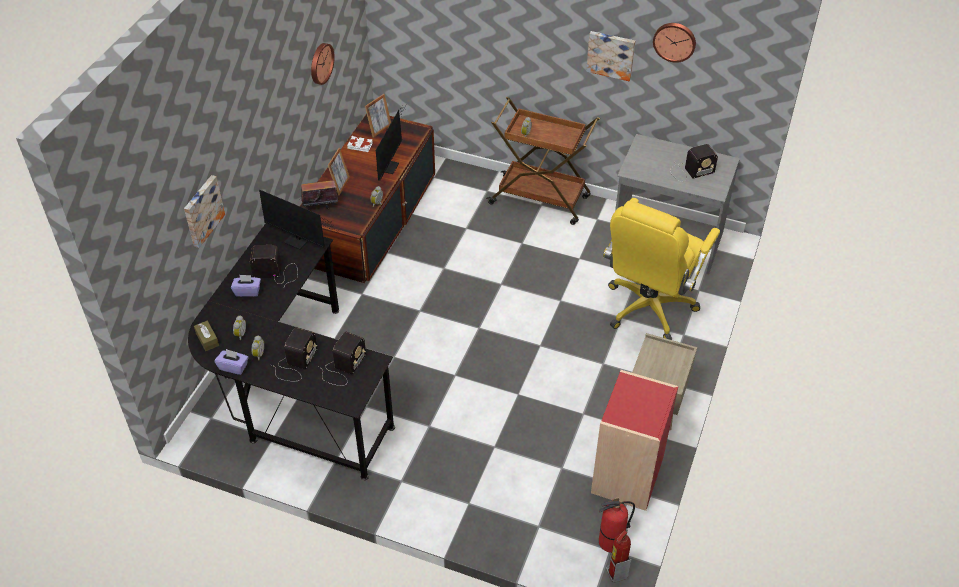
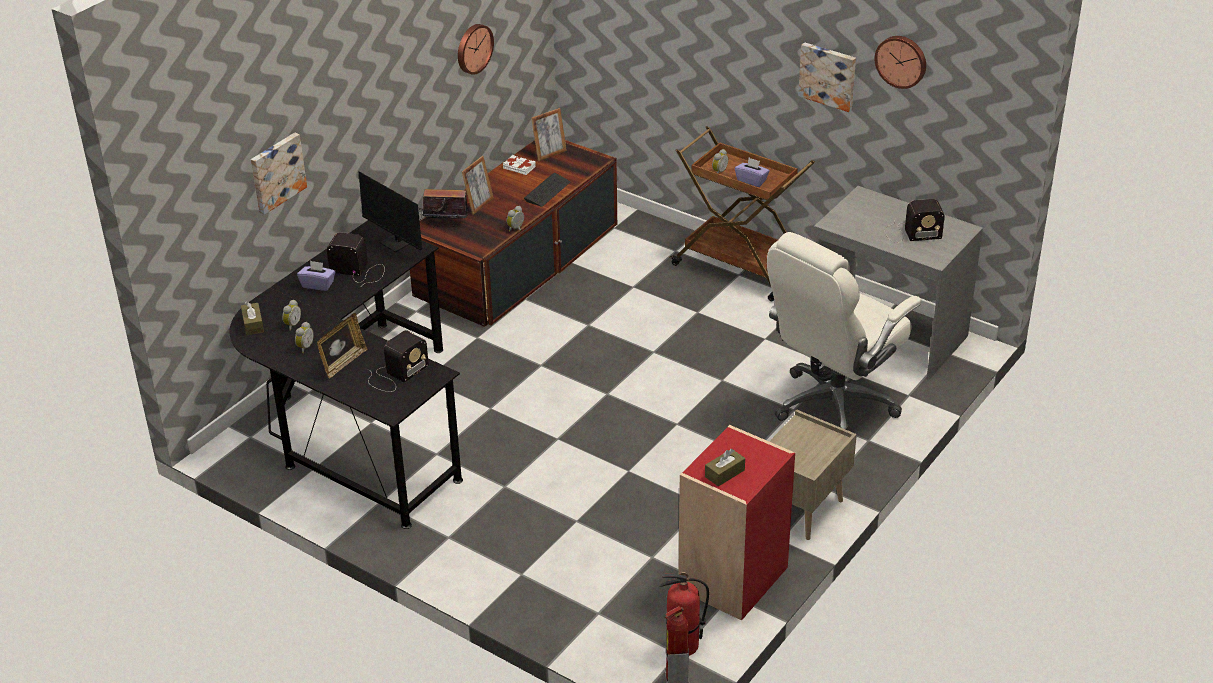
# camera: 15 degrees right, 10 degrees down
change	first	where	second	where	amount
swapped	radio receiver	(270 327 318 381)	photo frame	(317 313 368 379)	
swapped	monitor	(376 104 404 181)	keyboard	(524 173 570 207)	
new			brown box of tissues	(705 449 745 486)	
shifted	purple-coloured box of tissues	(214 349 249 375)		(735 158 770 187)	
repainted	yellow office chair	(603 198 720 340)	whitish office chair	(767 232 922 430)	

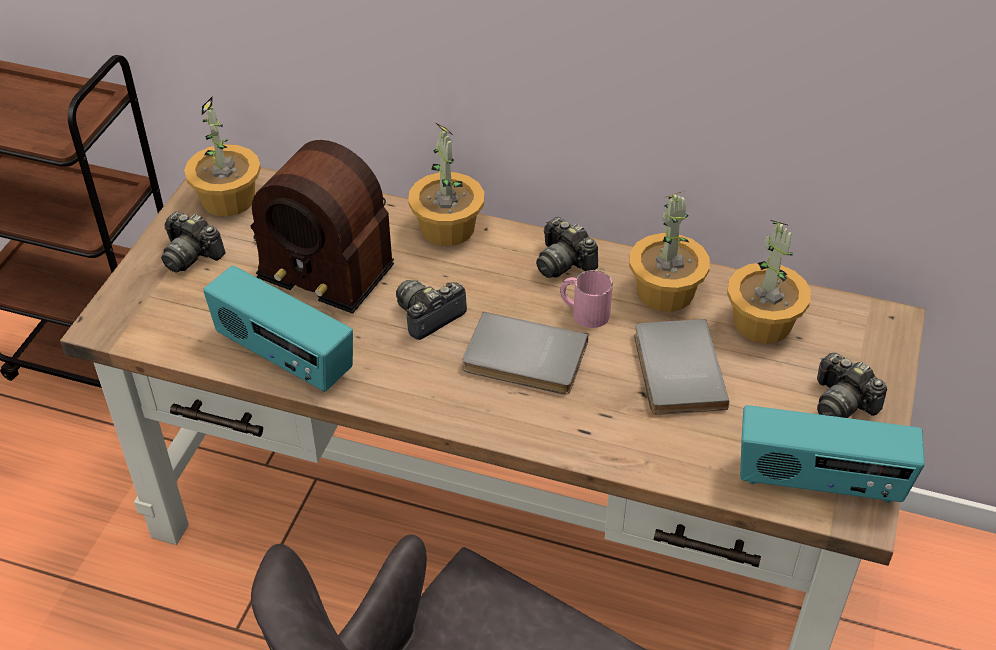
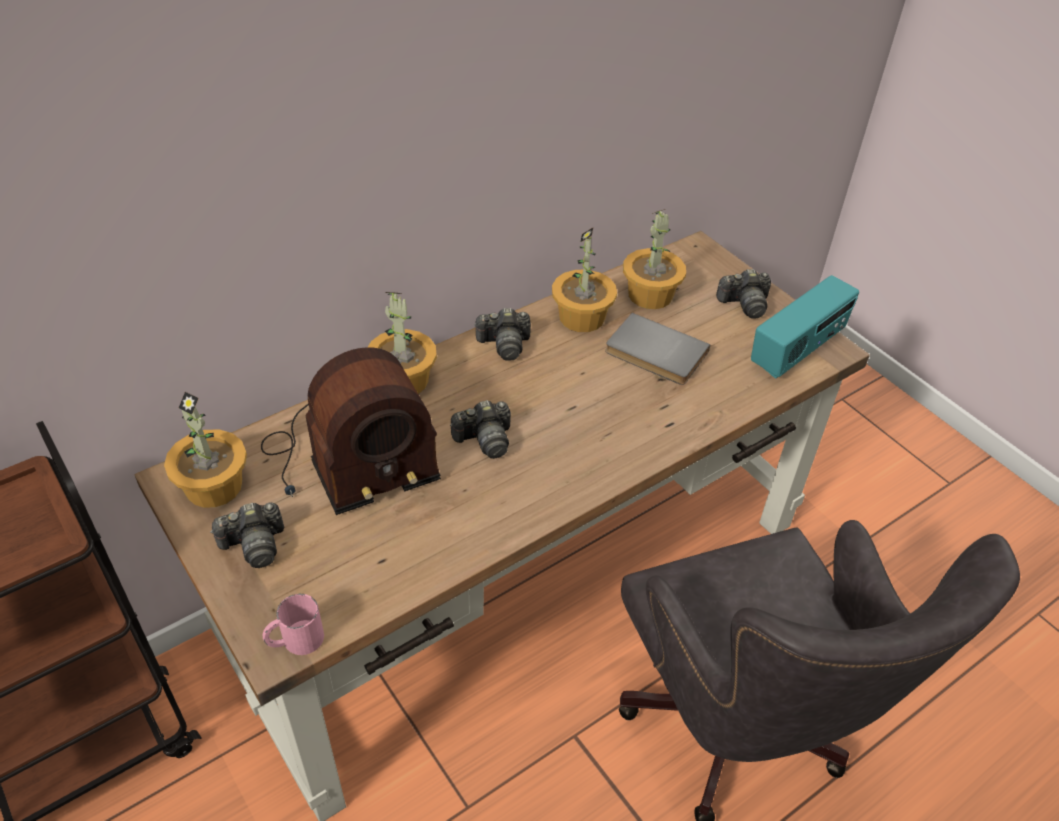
# camera: 55 degrees left, 0 degrees up
change	first	where	second	where	amount
shifted	pinkish mug	(560 270 613 328)		(263 594 324 655)	
rotated	still camera	(396 280 467 340)		(450 400 511 459)	105 degrees counterclockwise
gone	radio receiver	(203 266 353 392)			
gone	grey volume	(463 312 588 394)			

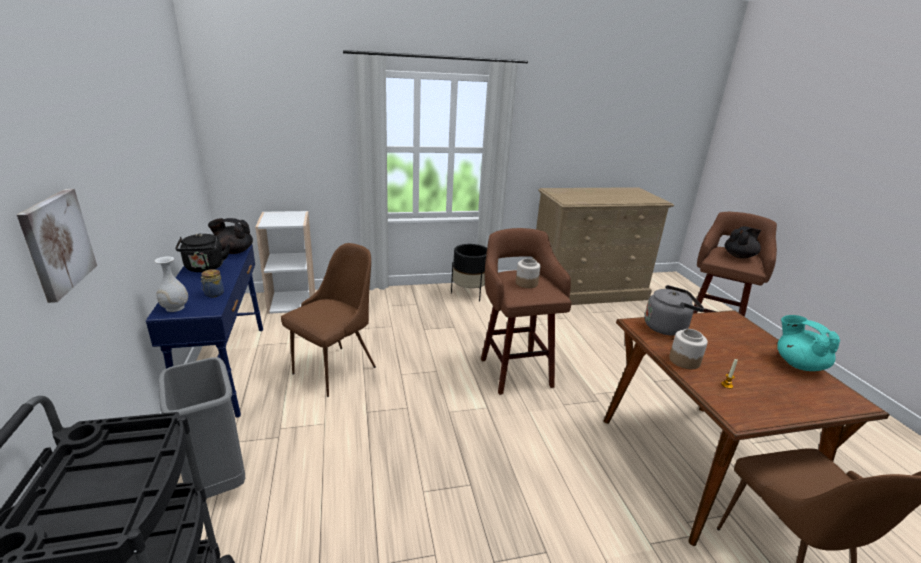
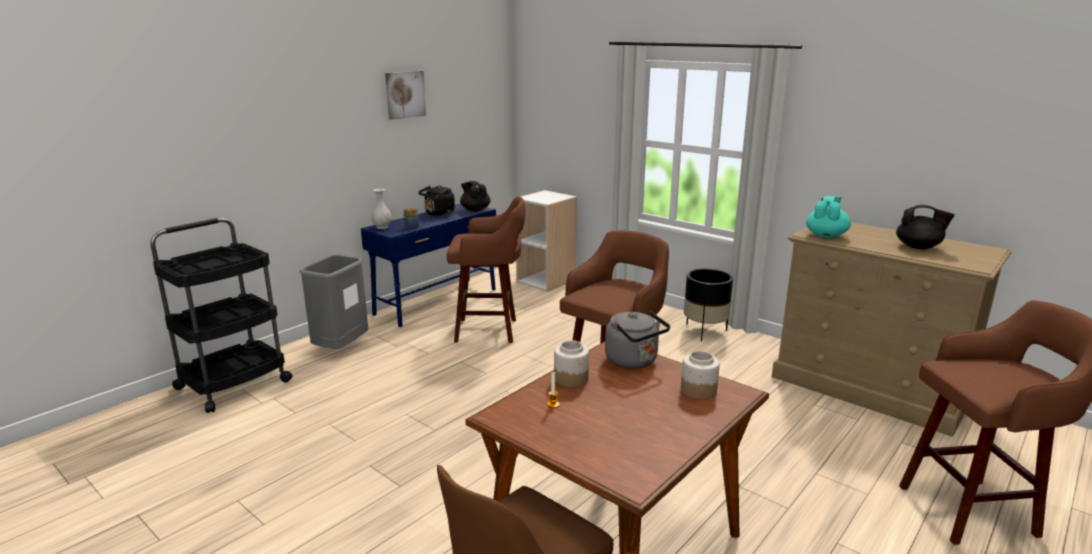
# camera: 55 degrees right, 5 degrees down
change	first	where	second	where	amount
shifted	wall picture	(17 189 97 303)		(385 71 426 120)	
swapped	brown chair	(281 243 376 397)	brown sitting stool	(447 197 526 343)	
shifted	jar	(516 258 540 288)		(681 351 720 399)	
shifted	blue-green teapot	(777 315 840 371)		(806 196 851 238)	
shifted	black teapot	(725 226 761 258)		(896 205 955 249)	

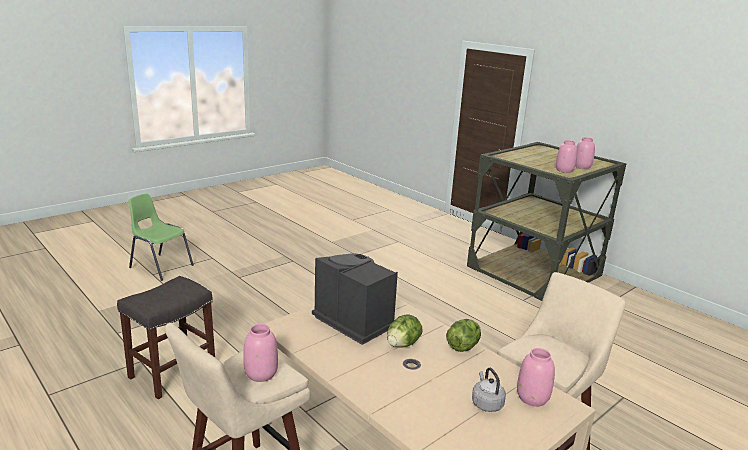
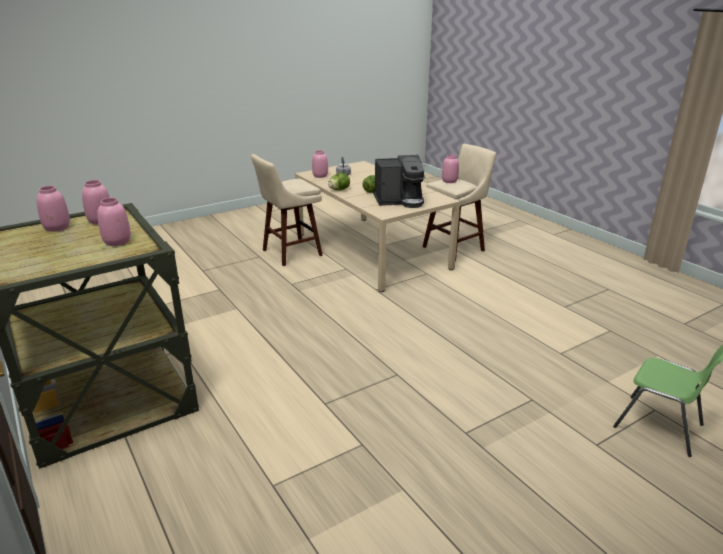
# camera: 170 degrees left, 5 degrees up
change	first	where	second	where	amount
new			pinkish vase	(97 198 131 246)	
rotated	coffee machine	(312 253 398 345)		(373 155 425 208)	60 degrees counterclockwise
gone	grey sitting stool	(117 276 215 400)			

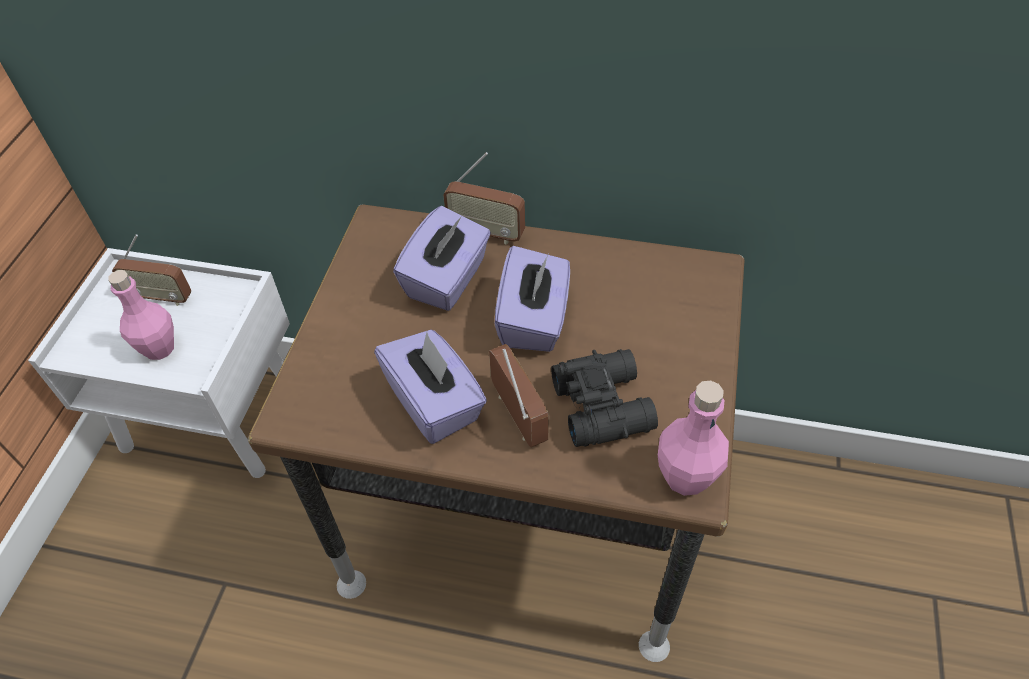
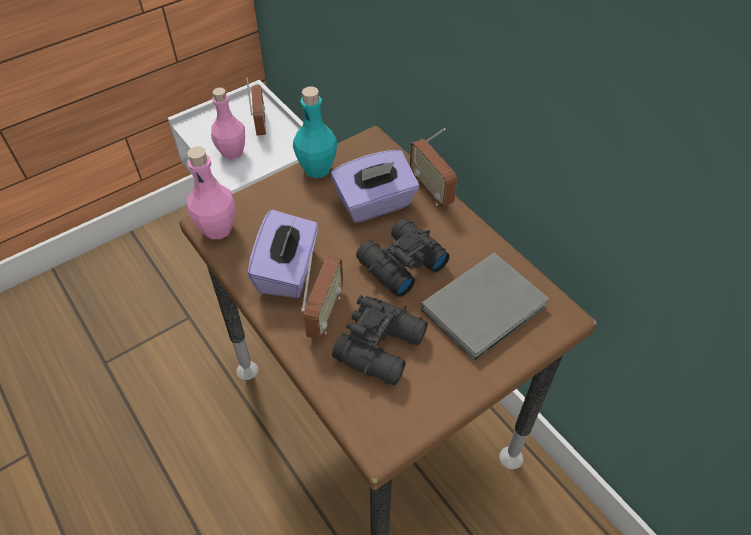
# camera: 40 degrees right, 0 degrees up
change	first	where	second	where	amount
shifted	pinkish drink bottle	(658 381 729 496)		(187 146 235 239)	
rotated	radio receiver	(112 234 191 306)		(246 77 267 136)	150 degrees counterclockwise
new			blue-green drink bottle	(293 86 338 178)	
swapped	purple-coloured box of tissues	(495 246 570 352)	black binoculars	(356 218 450 297)	
new			grey volume	(421 253 549 361)	

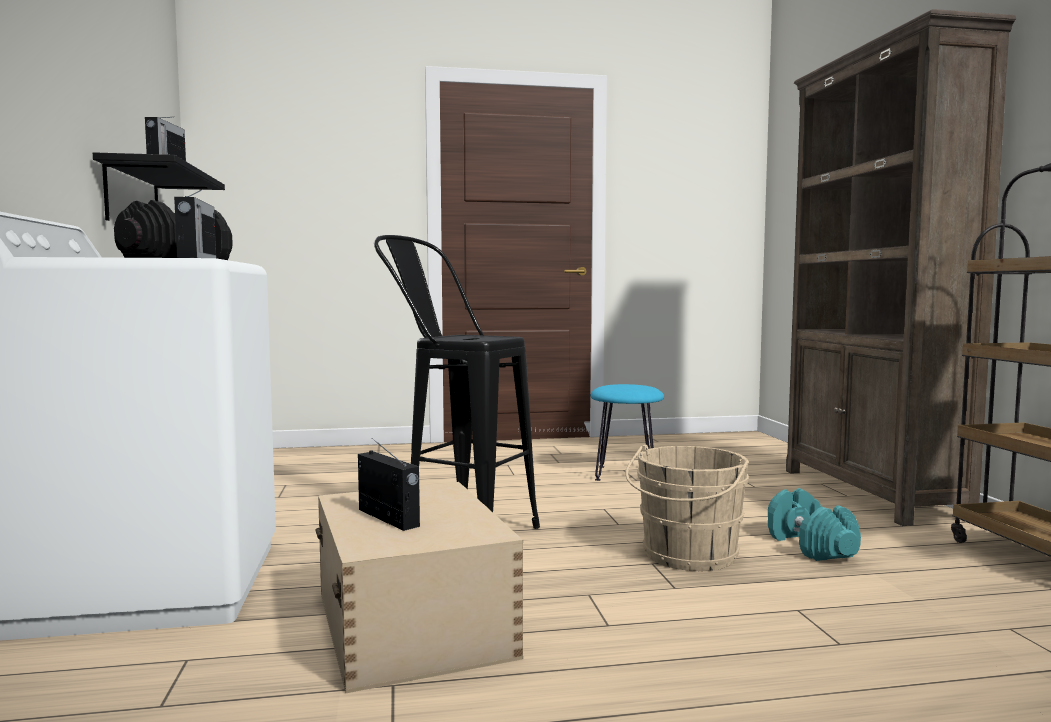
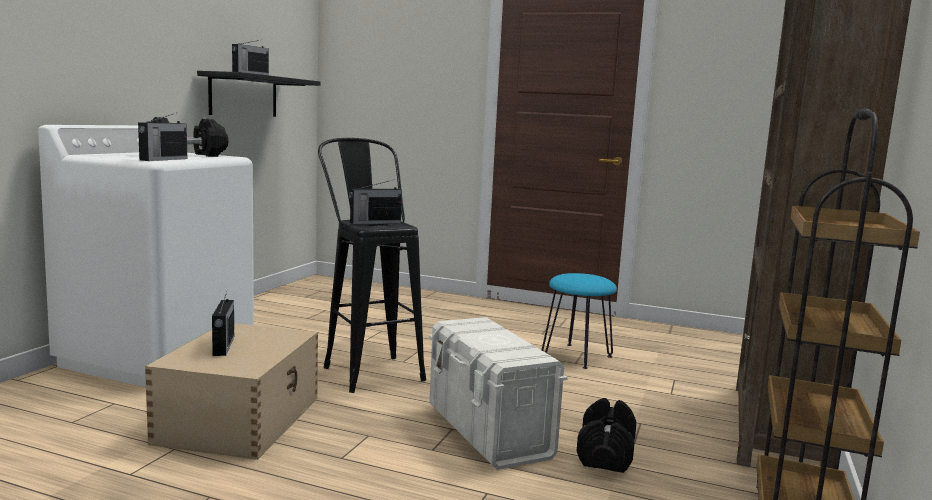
# camera: 30 degrees right, 5 degrees up
change	first	where	second	where	amount
new			radio receiver	(349 181 402 224)	
swapped	sand-coloured pail	(625 445 749 571)	whitish storage bin	(429 317 568 470)	
repainted	blue-green hand weight	(768 488 861 561)	black hand weight	(577 398 637 473)	

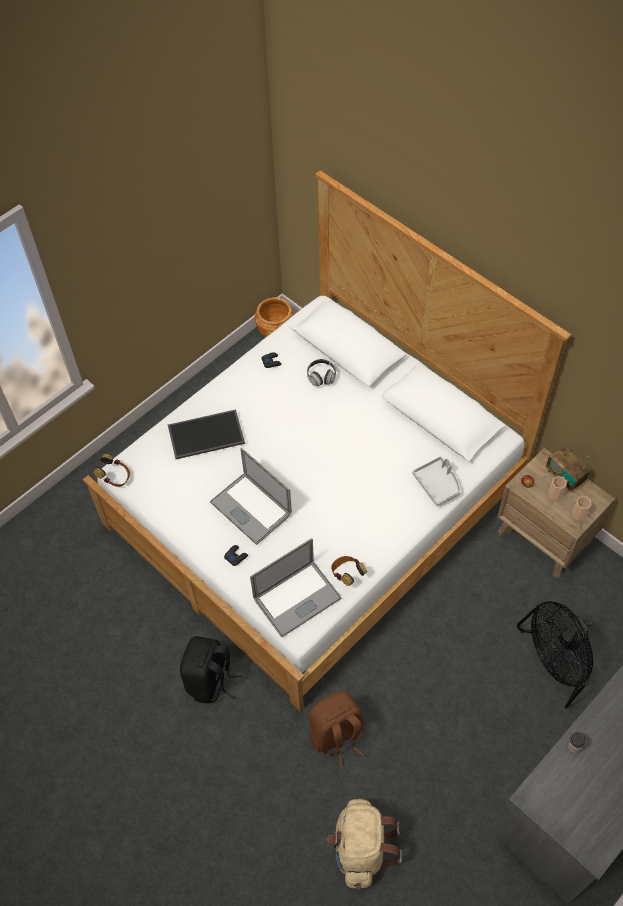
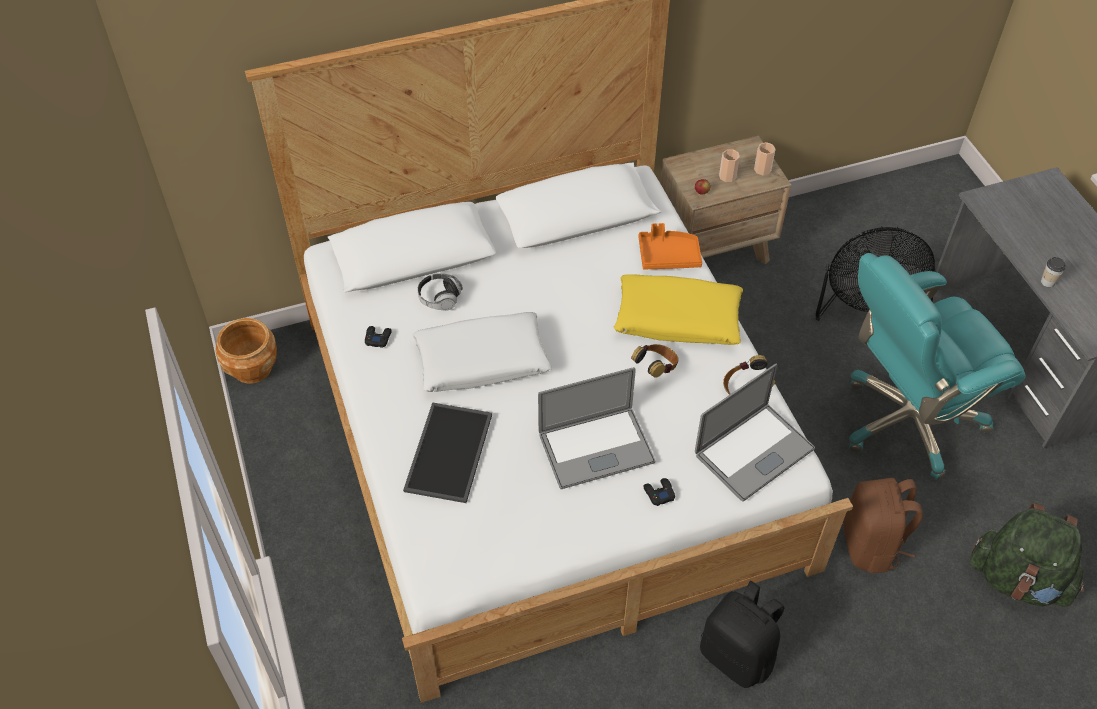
# camera: 65 degrees left, 5 degrees down
change	first	where	second	where	amount
new			whitish cushion	(413 312 552 392)	
new			yellow cushion	(614 274 743 345)	
shifted	headphones	(93 454 130 487)		(631 344 679 378)	
repainted	grey serving tray	(412 456 461 506)	orange serving tray	(639 223 702 269)	
rotated	laptop	(250 538 341 637)		(695 364 815 502)	60 degrees clockwise
new			blue-green office chair	(849 253 1025 480)	
repainted	sand-coloured backpack	(327 799 402 890)	green backpack	(970 502 1084 607)	
gone	radio receiver	(546 446 590 491)			

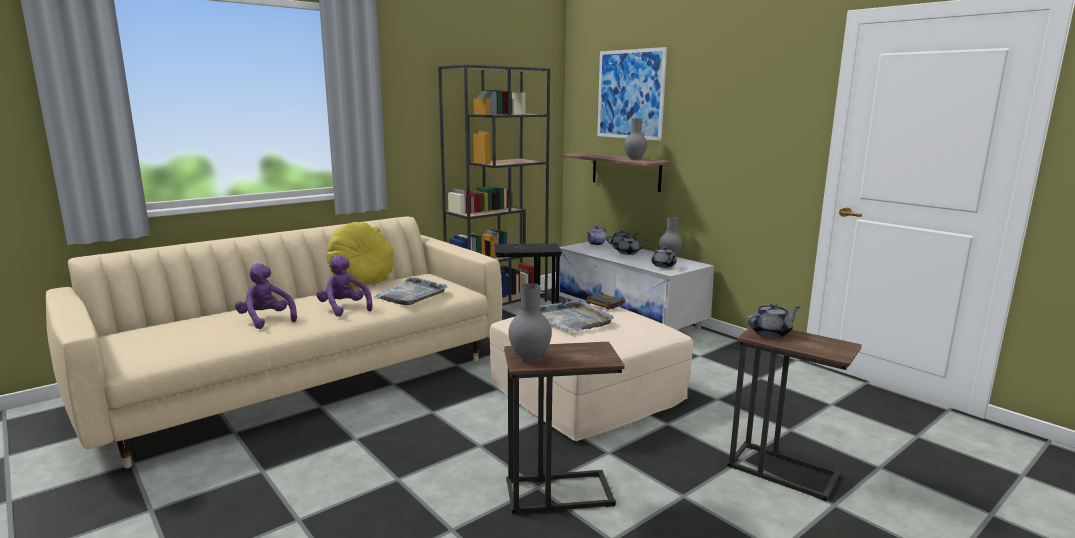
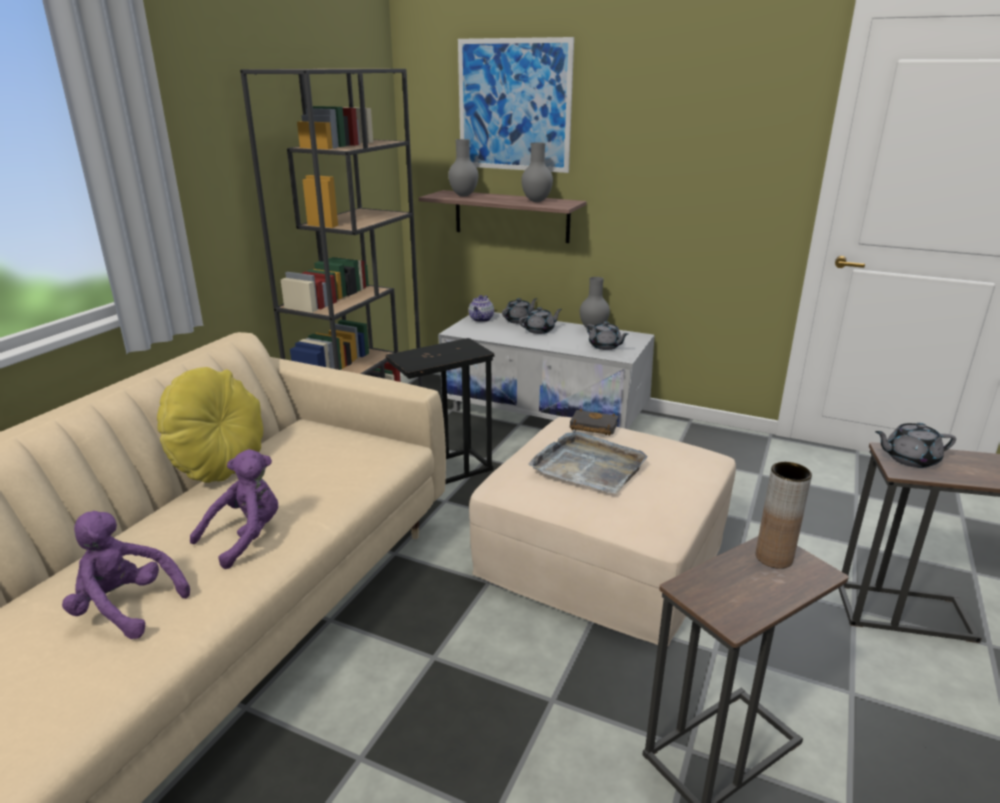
# camera: 25 degrees left, 10 degrees up
change	first	where	second	where	amount
rotated	purple-coloured cuddly toy	(316 255 373 317)		(190 449 278 569)	105 degrees clockwise
shifted	grey vase	(508 283 552 361)		(448 139 478 196)	
new			brown vase	(756 462 812 569)	
rotated	grey teapot	(747 303 800 338)		(875 423 956 468)	135 degrees counterclockwise
gone	grey serving tray	(373 277 447 305)			

